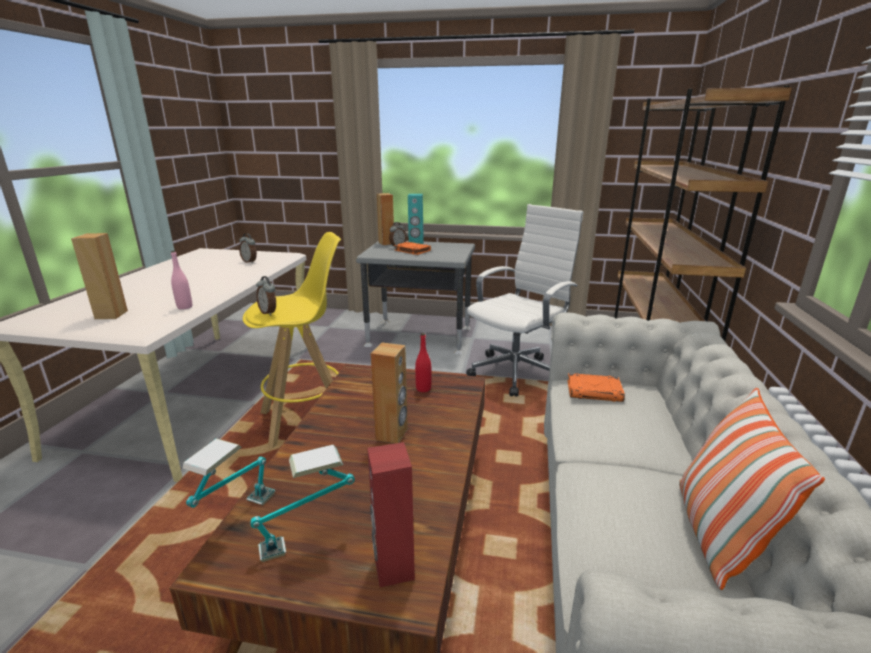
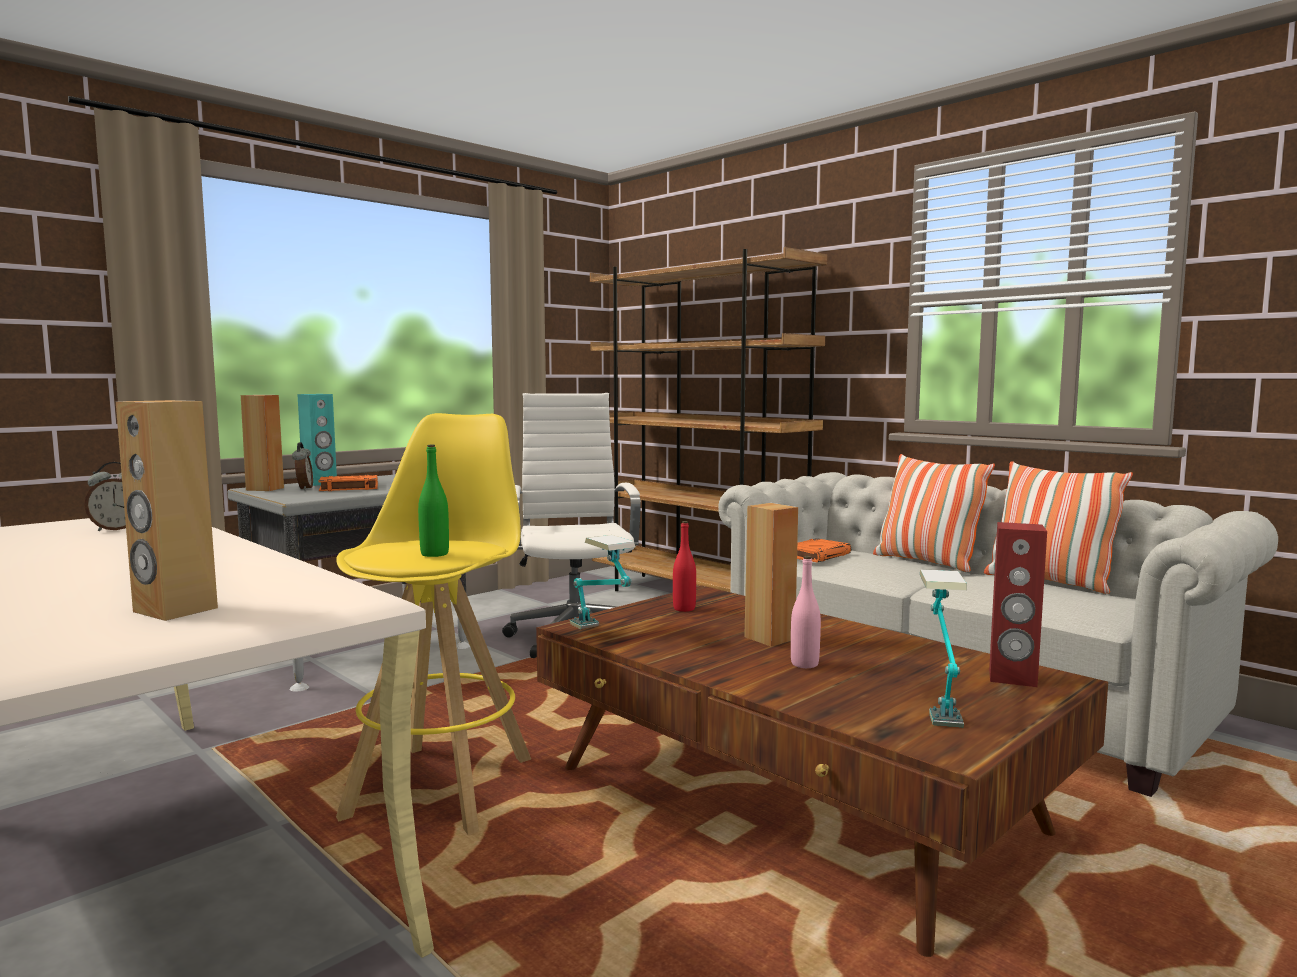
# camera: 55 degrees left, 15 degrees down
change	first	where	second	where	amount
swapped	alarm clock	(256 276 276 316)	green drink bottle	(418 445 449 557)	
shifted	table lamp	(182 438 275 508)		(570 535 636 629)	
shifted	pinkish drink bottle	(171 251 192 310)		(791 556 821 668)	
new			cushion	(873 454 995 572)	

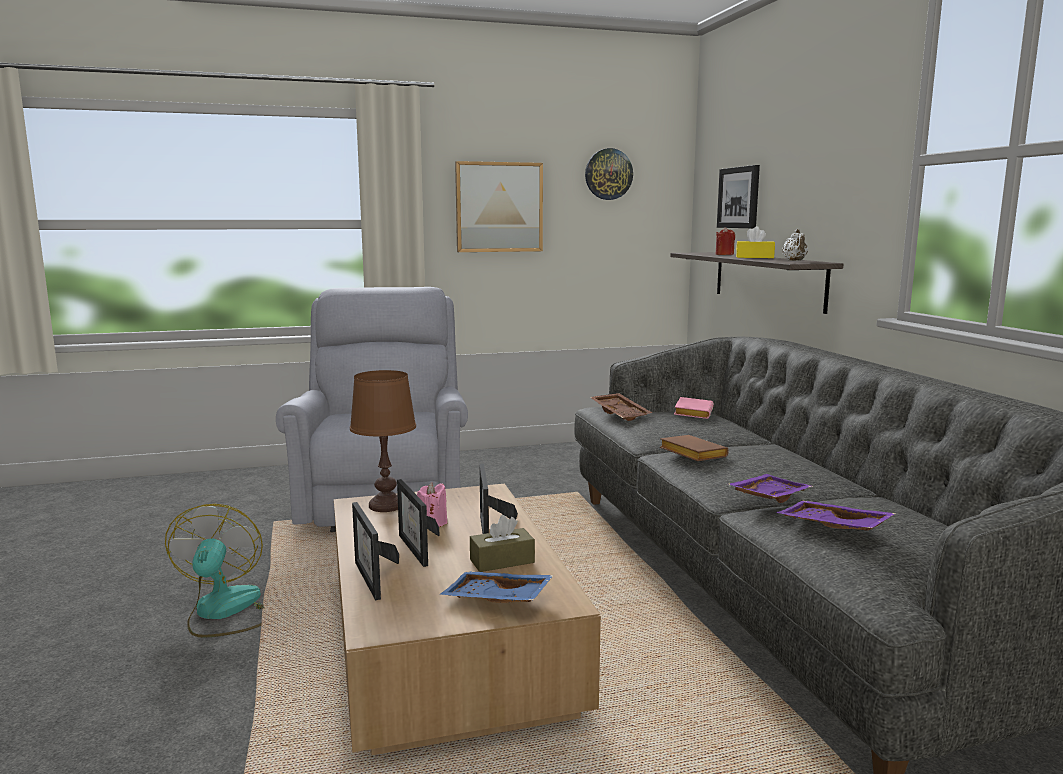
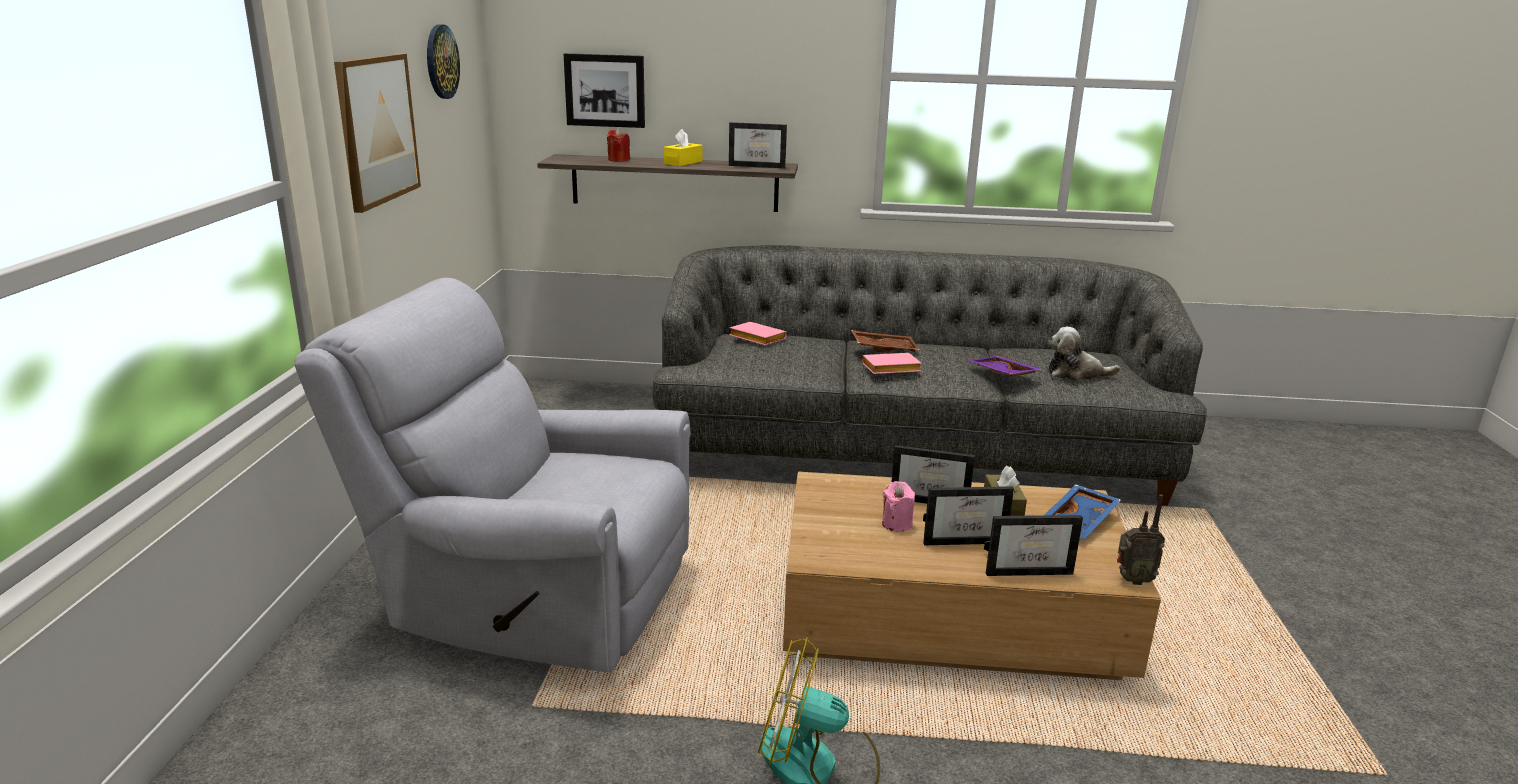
# camera: 70 degrees left, 10 degrees up
change	first	where	second	where	amount
swapped	whitish teapot	(782 229 808 261)	photo frame	(729 122 787 168)	
shifted	brown serving tray	(590 393 653 421)		(851 330 920 352)	
repainted	brown volume	(660 435 729 461)	pinkish volume	(862 353 922 374)	
swapped	purple-coloured serving tray	(776 501 896 531)	cuddly toy	(1048 327 1121 381)	
new			radio receiver	(1117 494 1165 585)	
gone	brown table lamp	(350 370 416 512)			

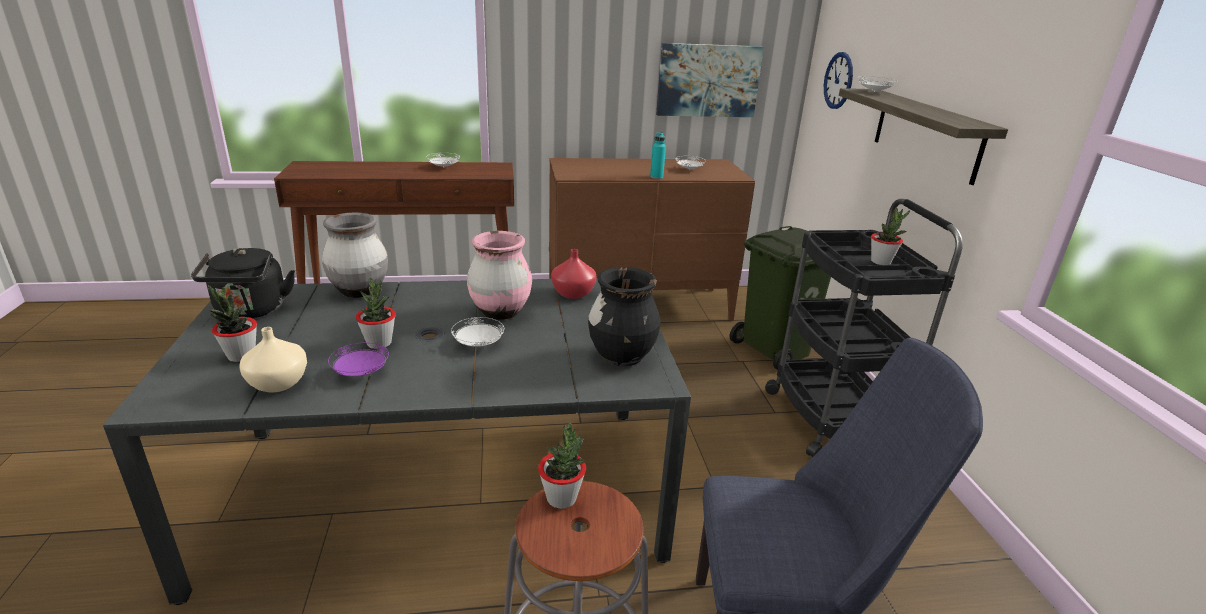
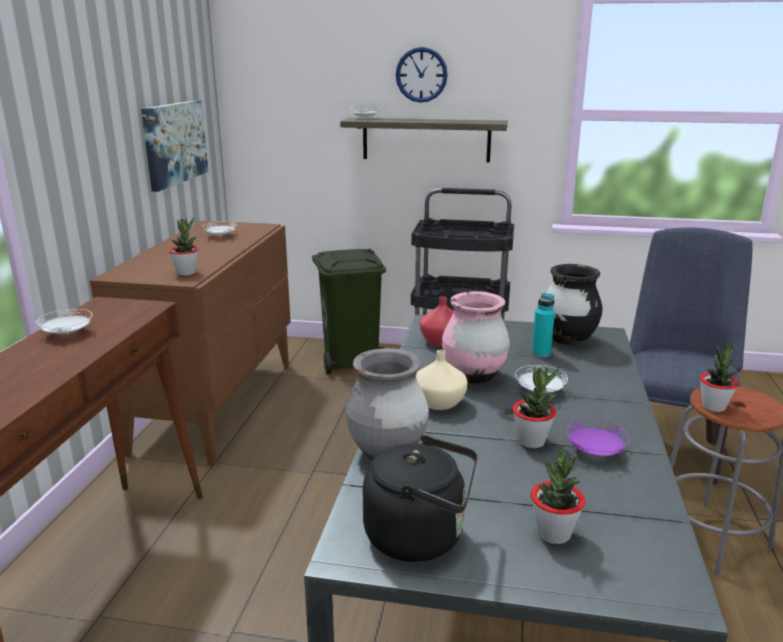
# camera: 70 degrees left, 5 degrees down
change	first	where	second	where	amount
shifted	potted plant	(871 207 910 265)		(169 217 199 276)	
shifted	wall clock	(824 52 853 109)		(396 47 448 103)	
shifted	sand-coloured vase	(240 327 307 393)		(416 350 467 410)	
shifted	blue-green drink bottle	(650 132 666 179)		(532 293 555 357)	

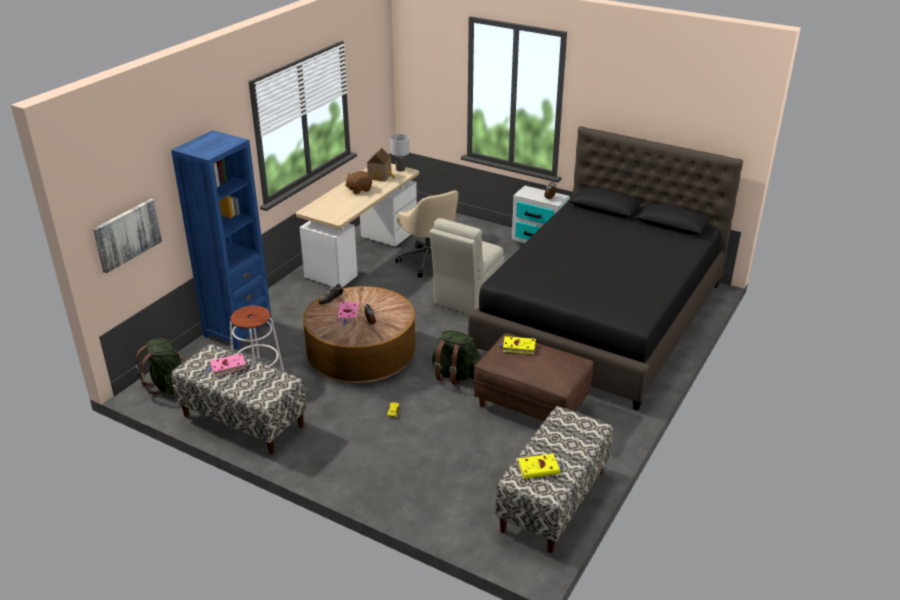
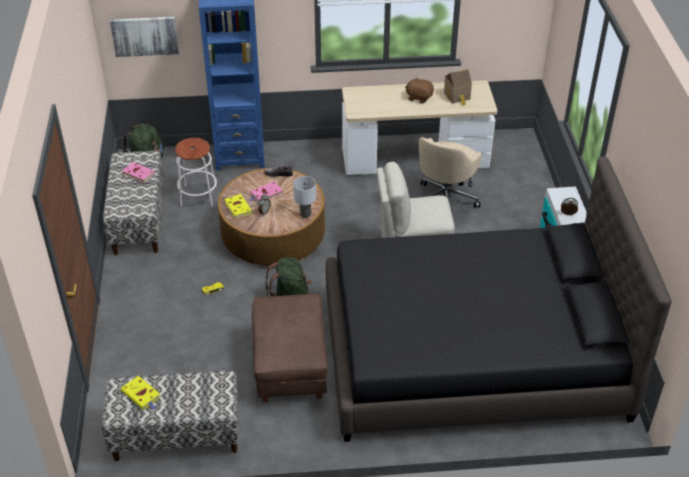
# camera: 55 degrees right, 10 degrees up
change	first	where	second	where	amount
shifted	yellow volume	(498 336 536 354)		(224 194 252 219)	
shifted	whitish table lamp	(390 134 409 171)		(293 176 316 218)	

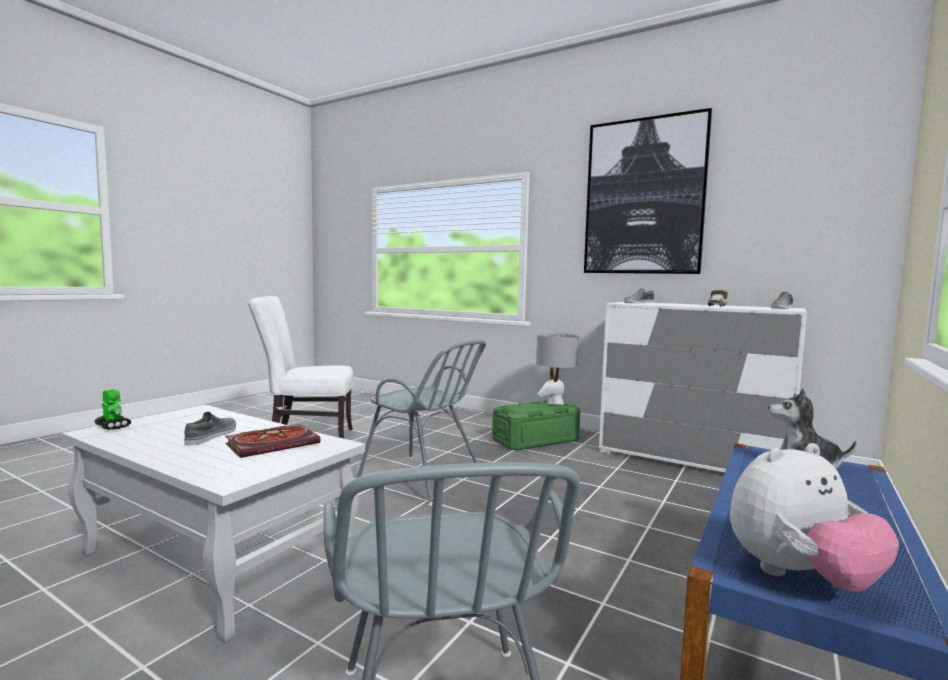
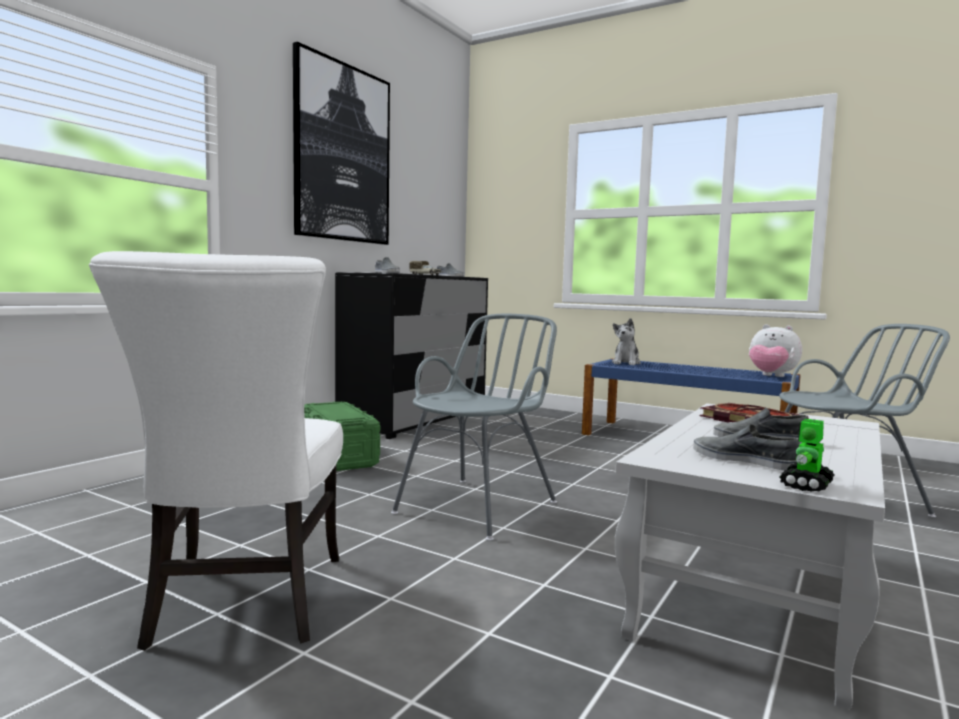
# camera: 90 degrees left, 0 degrees up
change	first	where	second	where	amount
repainted	whitish dresser	(599 302 807 472)	black dresser	(335 272 488 439)	
new			grey low shoe	(693 424 800 471)	
rotated	cuddly toy	(730 443 899 592)		(749 324 802 377)	150 degrees clockwise
gone	grey table lamp	(536 333 579 405)			

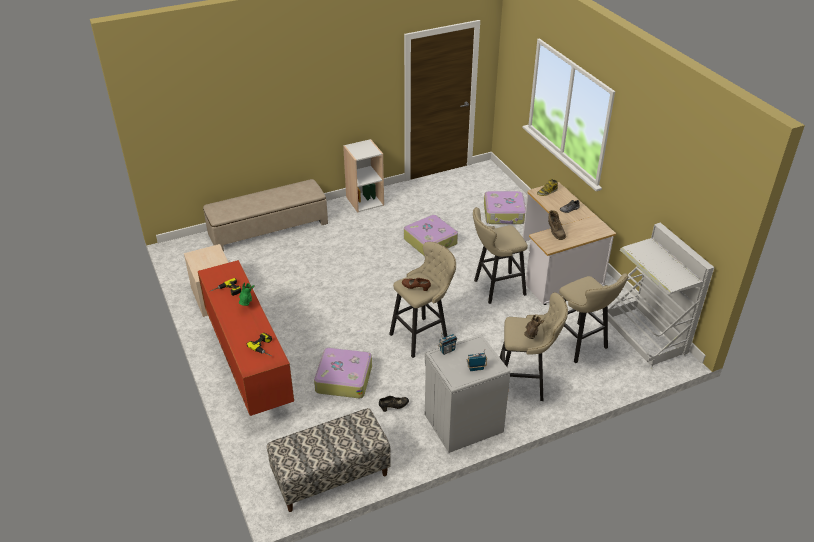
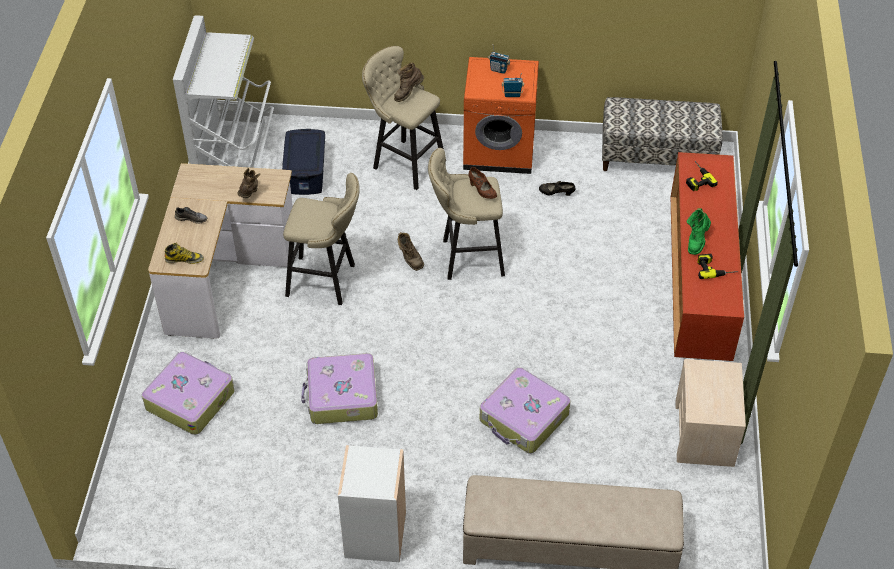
# camera: 150 degrees left, 10 degrees up
change	first	where	second	where	amount
swapped	sand-coloured sitting stool	(559 273 628 363)	blue storage bin	(282 129 325 195)	
new			brown tall boot	(398 232 424 271)	
repainted	whitish laundry appliance	(425 334 510 453)	orange laundry appliance	(463 57 539 174)	
shifted	suitcase	(314 347 372 398)		(479 368 571 453)	

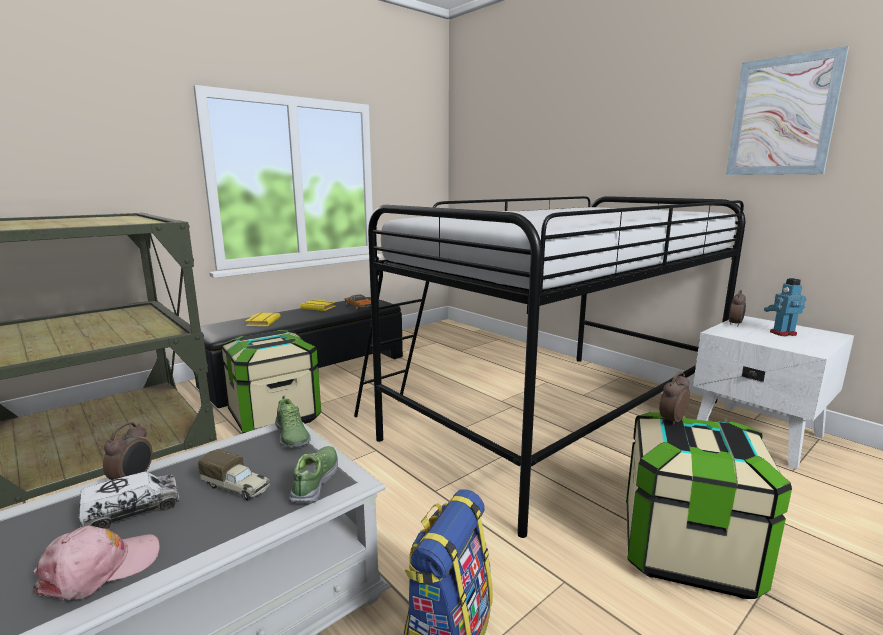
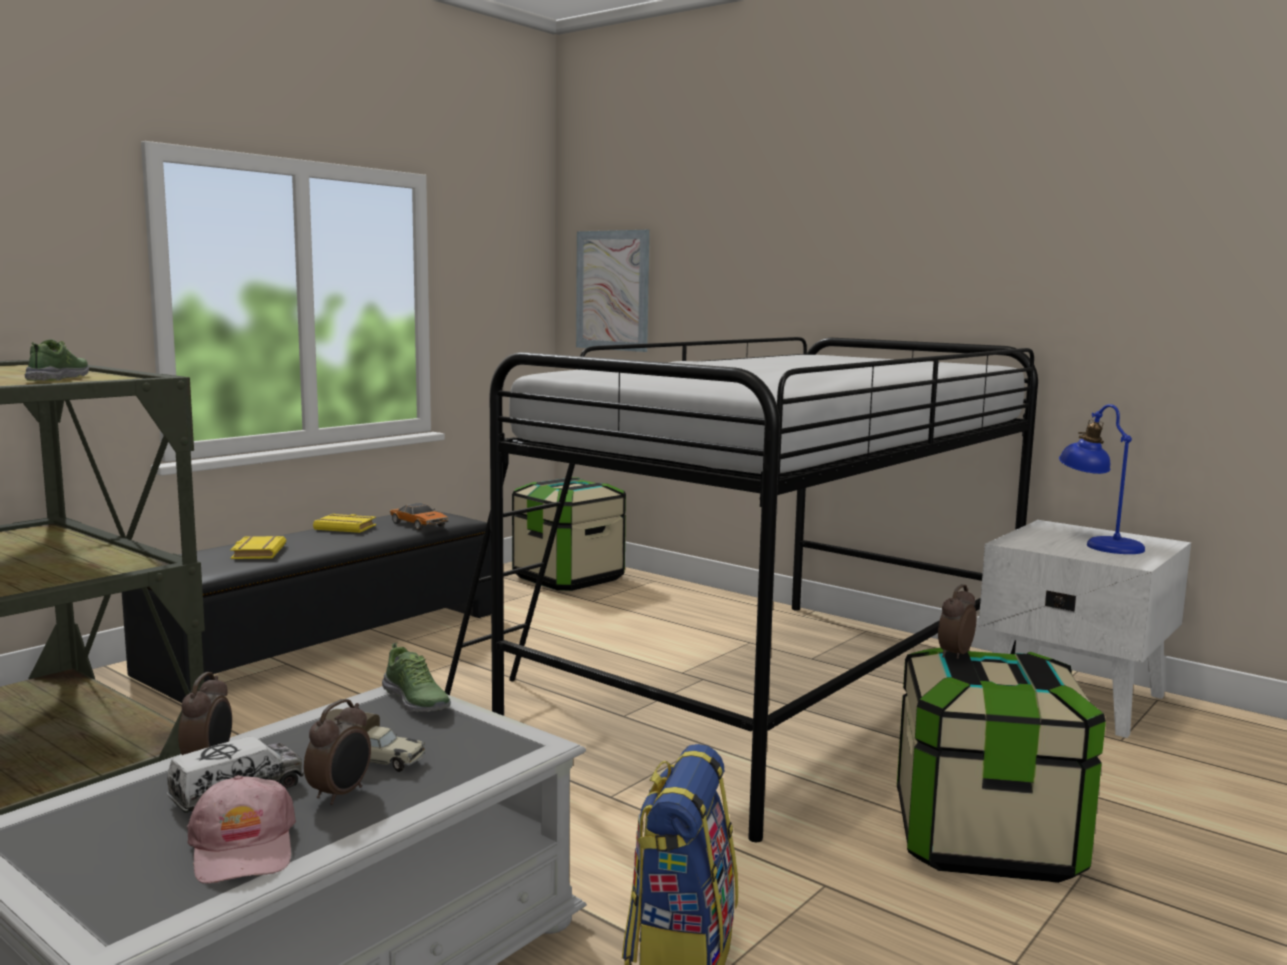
# camera: 10 degrees left, 5 degrees down
change	first	where	second	where	amount
shifted	low shoe	(289 446 338 503)		(25 339 89 381)	
rotated	pinkish baseball cap	(33 526 160 600)		(187 775 296 884)	120 degrees clockwise
shifted	alarm clock	(729 290 746 326)		(304 699 371 805)	
shifted	storage bin	(220 330 321 433)		(512 477 626 591)	
shifted	wall picture	(726 46 849 175)		(576 230 650 352)	
swapped	model robot	(764 278 806 336)	blue table lamp	(1059 404 1145 554)	

